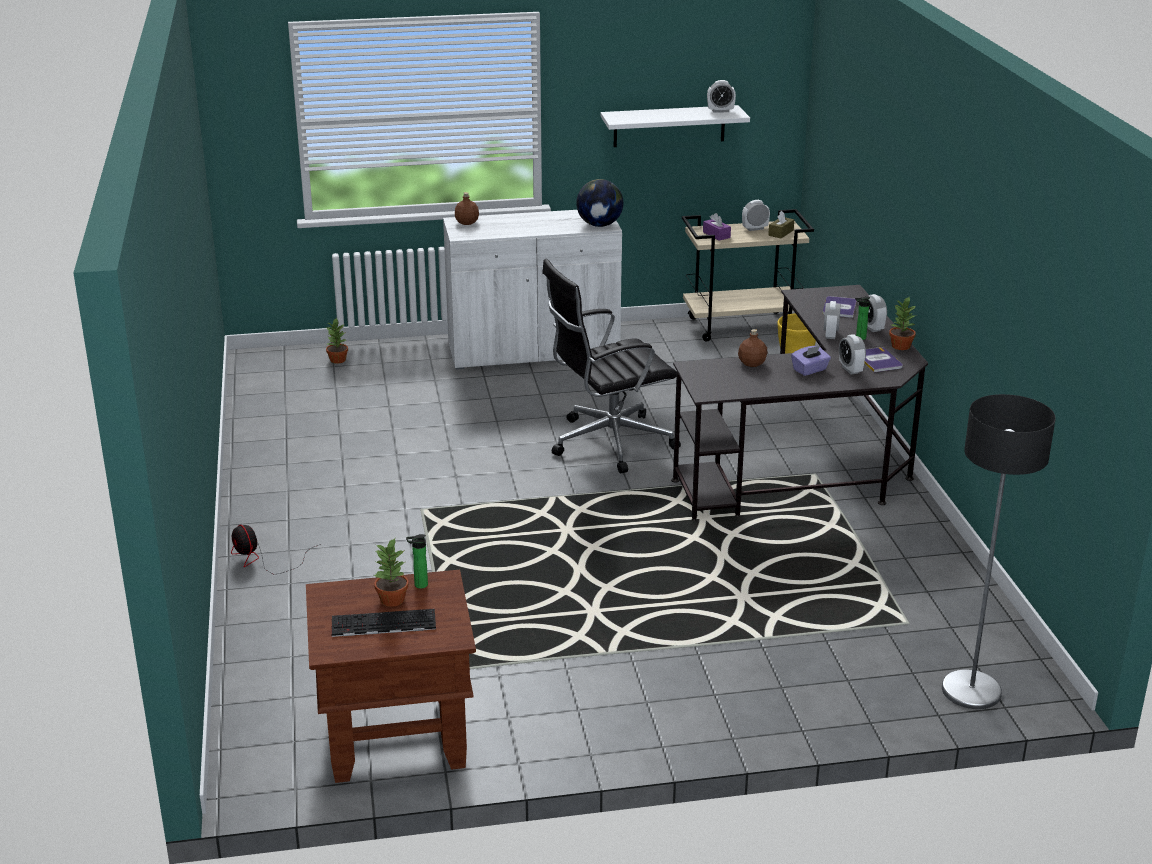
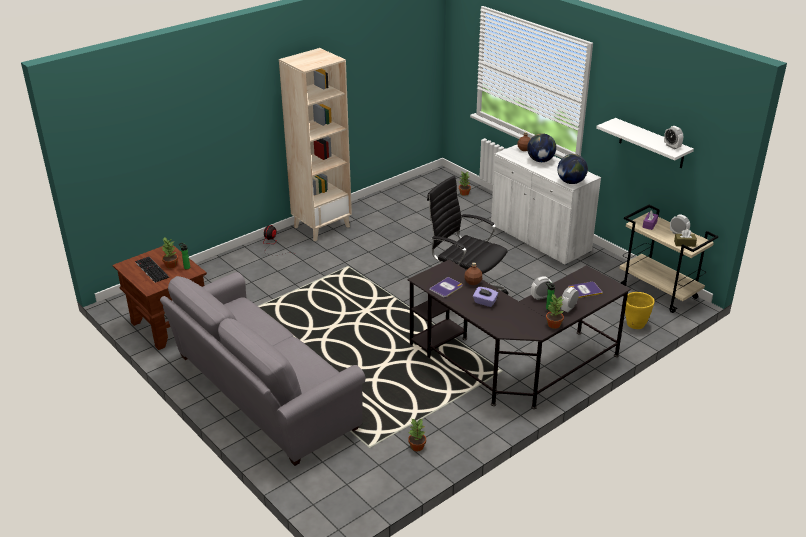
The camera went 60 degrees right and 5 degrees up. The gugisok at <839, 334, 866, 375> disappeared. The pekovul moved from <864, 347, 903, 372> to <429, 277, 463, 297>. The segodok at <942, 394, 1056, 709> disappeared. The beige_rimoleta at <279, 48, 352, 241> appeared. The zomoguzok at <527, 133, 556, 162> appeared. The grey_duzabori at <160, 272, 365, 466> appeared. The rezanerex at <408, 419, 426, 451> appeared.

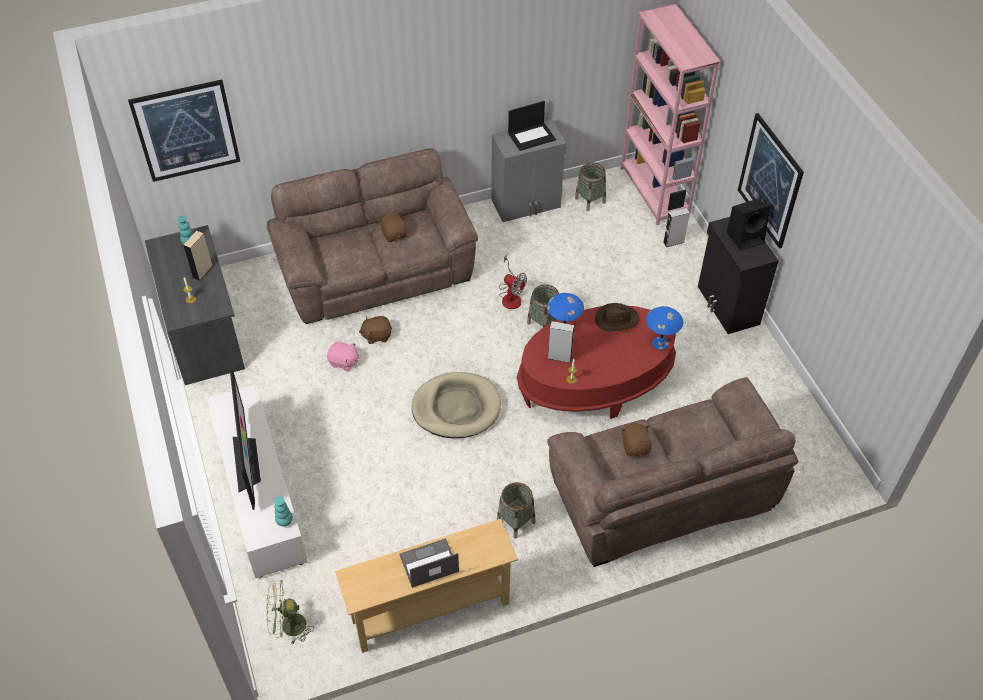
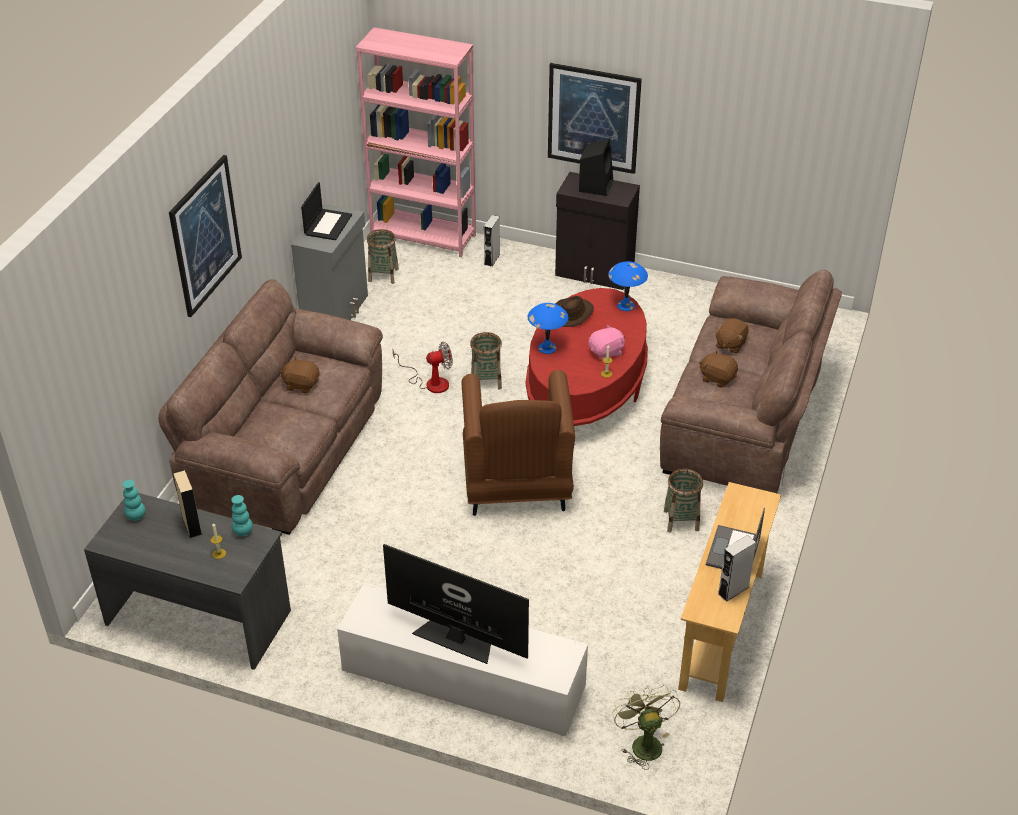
The camera went 50 degrees left and 10 degrees down. The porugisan moved from <128, 79, 240, 182> to <169, 155, 242, 317>. The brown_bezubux moved from <359, 316, 392, 344> to <715, 318, 748, 353>. The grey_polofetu moved from <547, 321, 574, 363> to <718, 535, 756, 602>. The pink_bezubux moved from <327, 341, 360, 371> to <588, 325, 625, 360>. The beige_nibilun at <412, 372, 501, 438> was replaced by the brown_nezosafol at <461, 370, 575, 516>. The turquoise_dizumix moved from <274, 497, 293, 526> to <231, 495, 253, 536>. The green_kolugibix at <267, 580, 314, 645> turned 135 degrees clockwise.

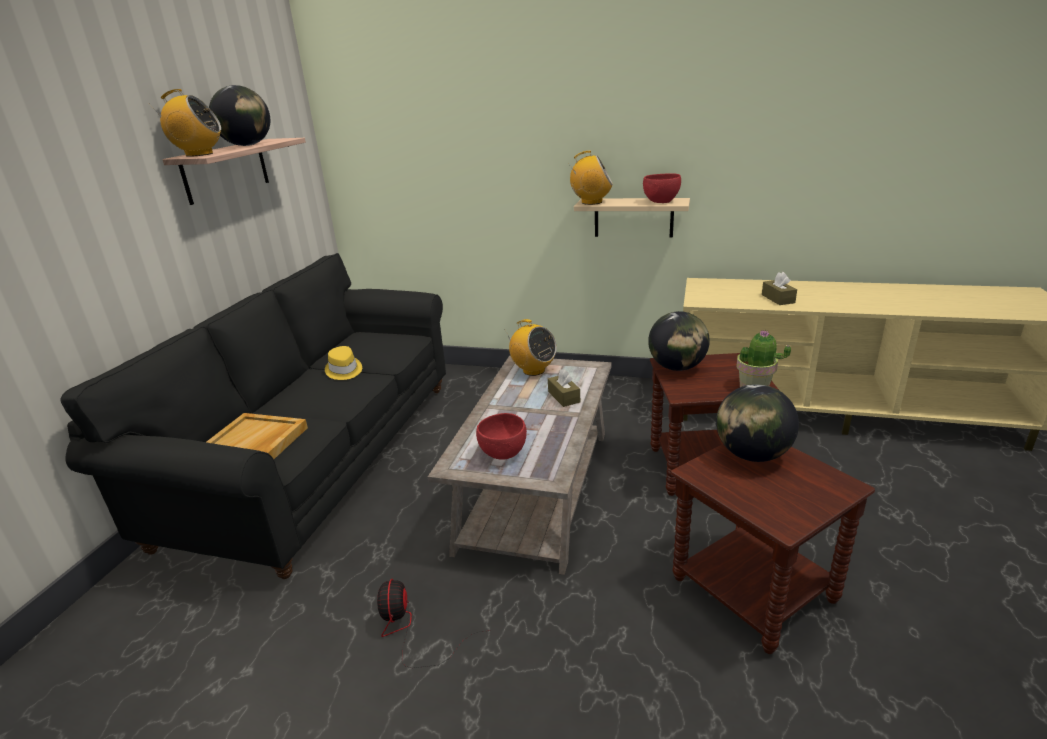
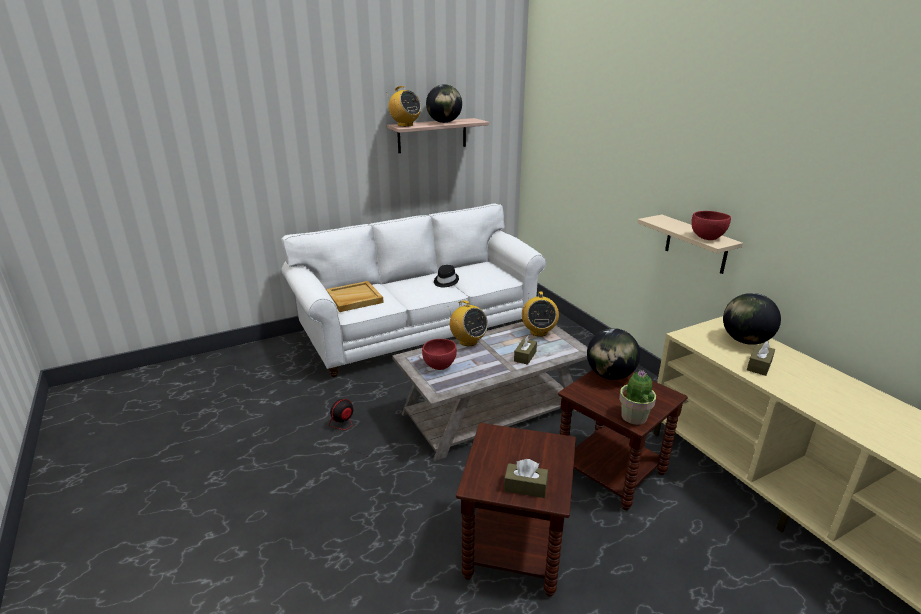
The camera went 45 degrees right and 0 degrees up. The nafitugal moved from <568, 151, 613, 205> to <448, 300, 488, 346>. The black_duzabori at <60, 253, 446, 579> became the white_duzabori at <281, 204, 546, 377>. The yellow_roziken at <325, 346, 362, 380> became the black_roziken at <434, 265, 459, 287>. The zomoguzok moved from <716, 384, 799, 462> to <723, 293, 781, 345>. The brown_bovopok at <504, 459, 548, 498> appeared.

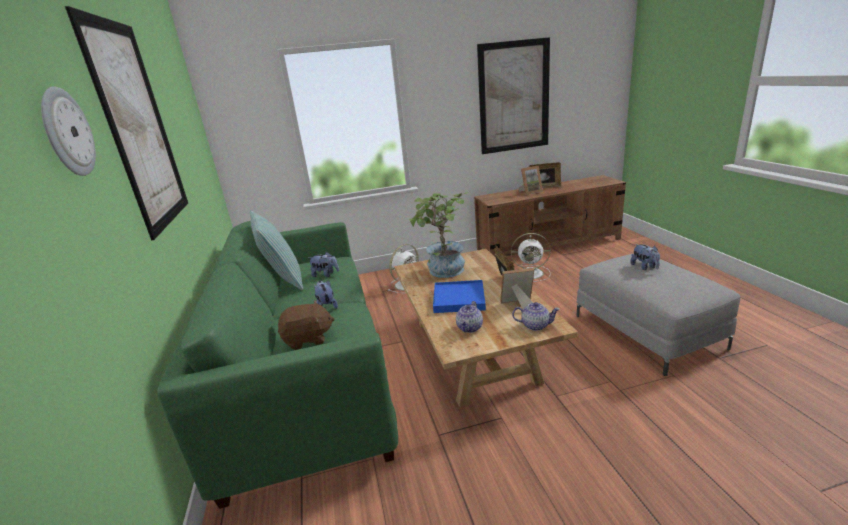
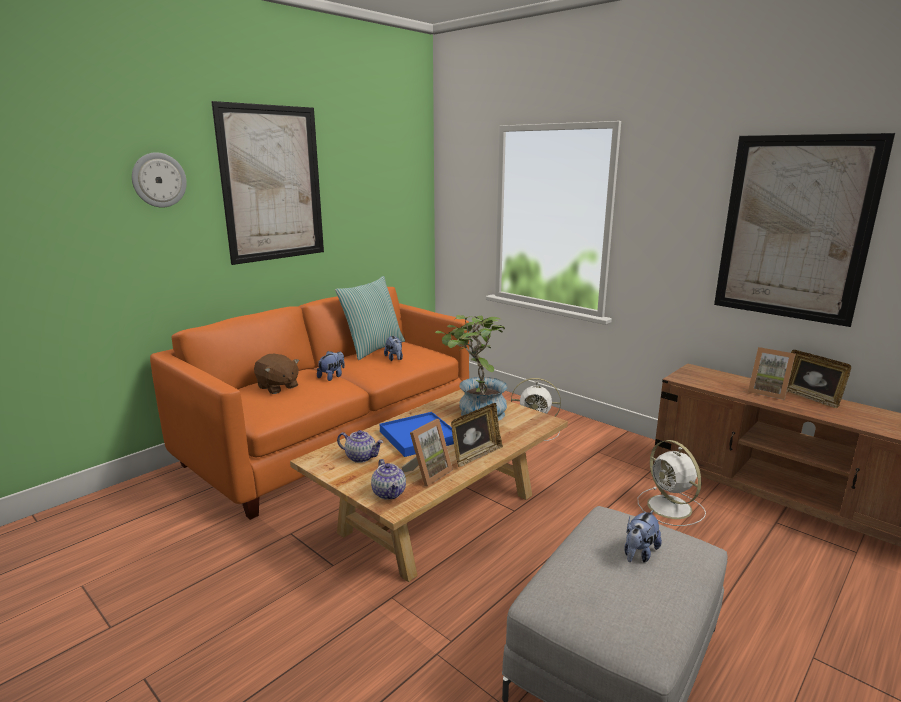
The camera went 55 degrees right and 5 degrees down. The green_duzabori at <157, 221, 398, 509> became the orange_duzabori at <150, 287, 469, 520>. The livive at <500, 268, 534, 309> turned 75 degrees clockwise. The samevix at <456, 301, 483, 333> turned 150 degrees counterclockwise.

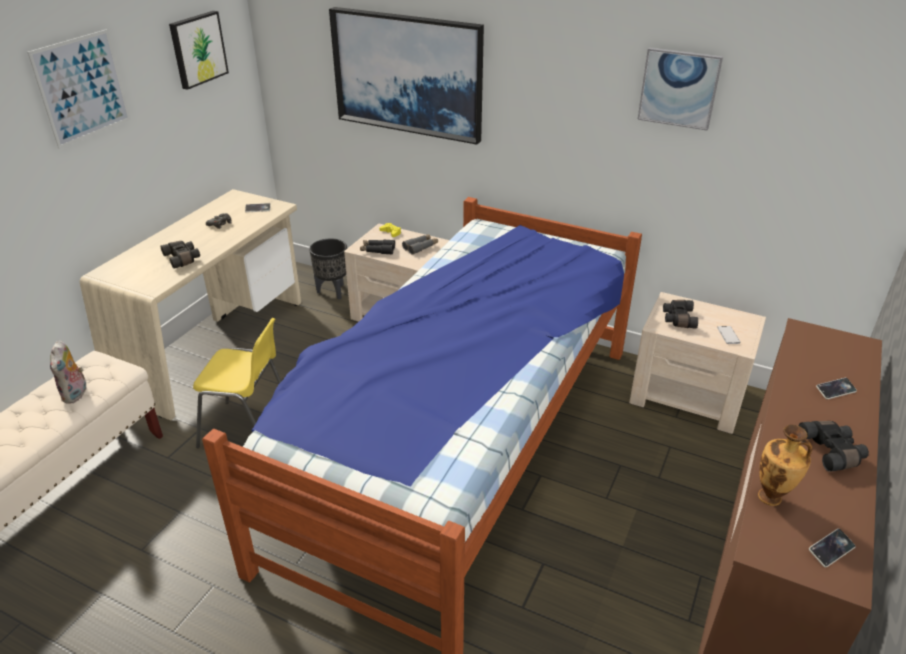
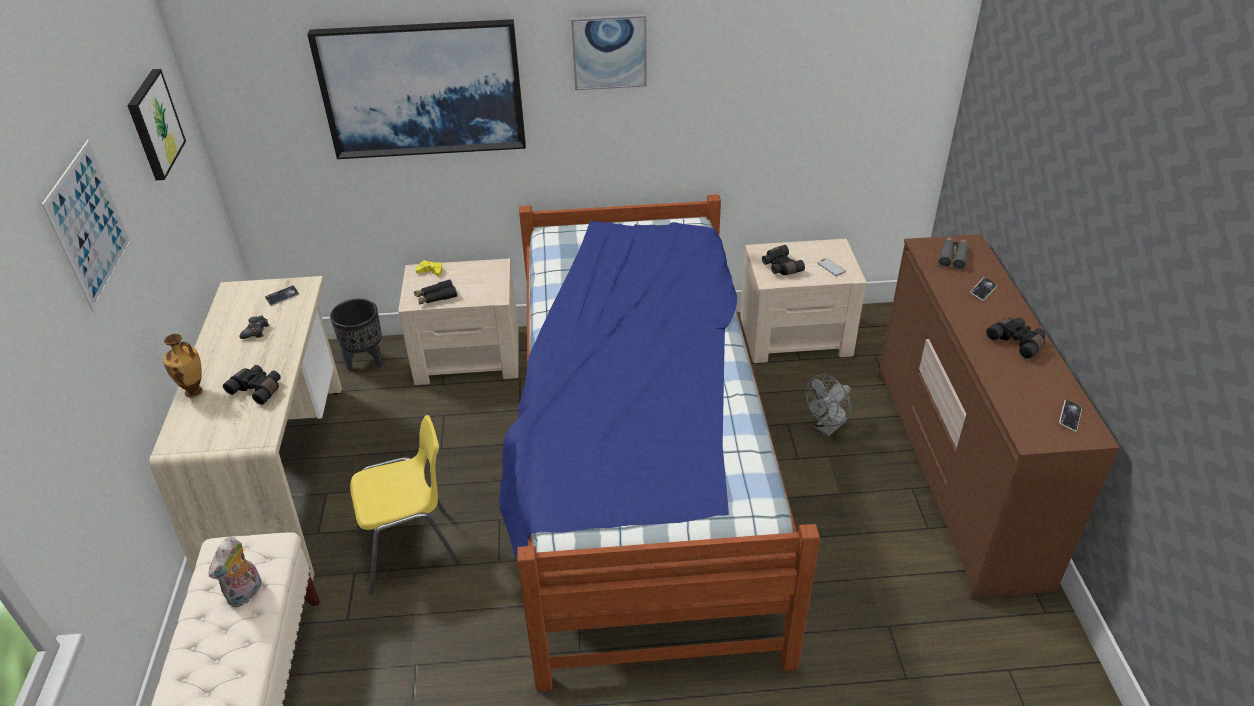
The camera went 30 degrees left and 5 degrees up. The porugisan moved from <637, 48, 723, 131> to <571, 14, 647, 90>. The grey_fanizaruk moved from <402, 234, 438, 255> to <938, 237, 967, 270>. The bezubux at <50, 340, 87, 404> turned 60 degrees clockwise. The dizumix moved from <758, 425, 812, 506> to <163, 334, 203, 398>. The grey_kolugibix at <805, 375, 851, 436> appeared.

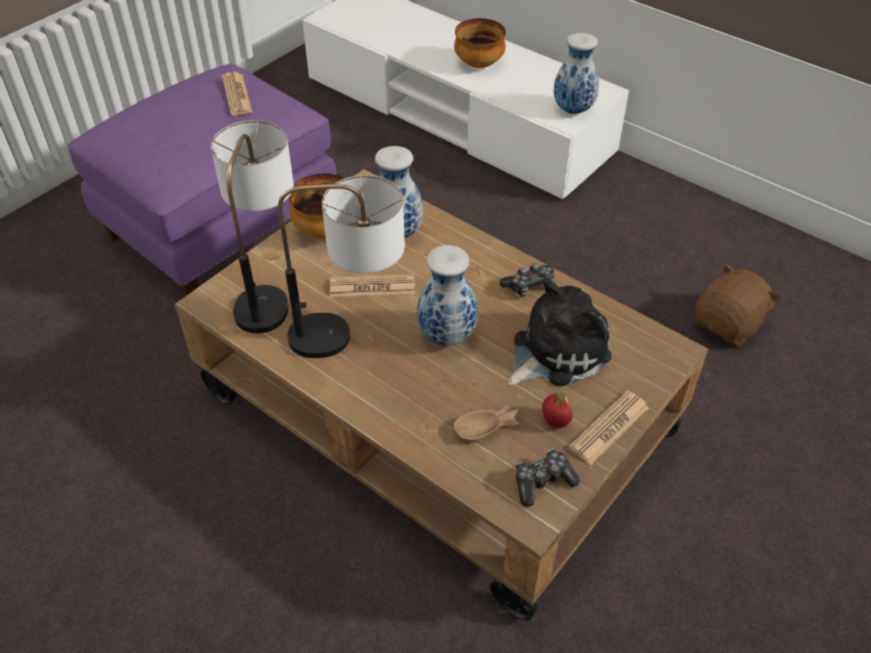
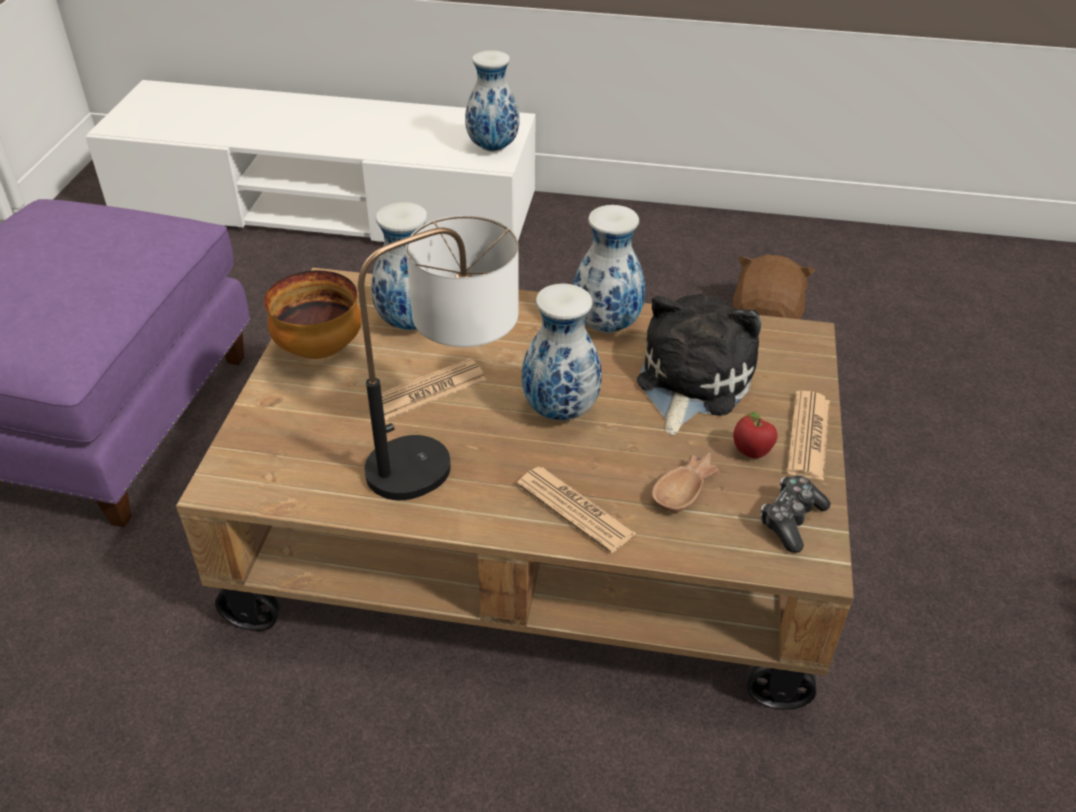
The camera went 30 degrees left and 5 degrees down. The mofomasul at <454, 18, 506, 68> disappeared. The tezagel moved from <222, 72, 253, 115> to <517, 467, 637, 553>. The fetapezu at <211, 120, 294, 333> disappeared. The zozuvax at <500, 263, 554, 297> was replaced by the dizumix at <573, 205, 645, 333>.

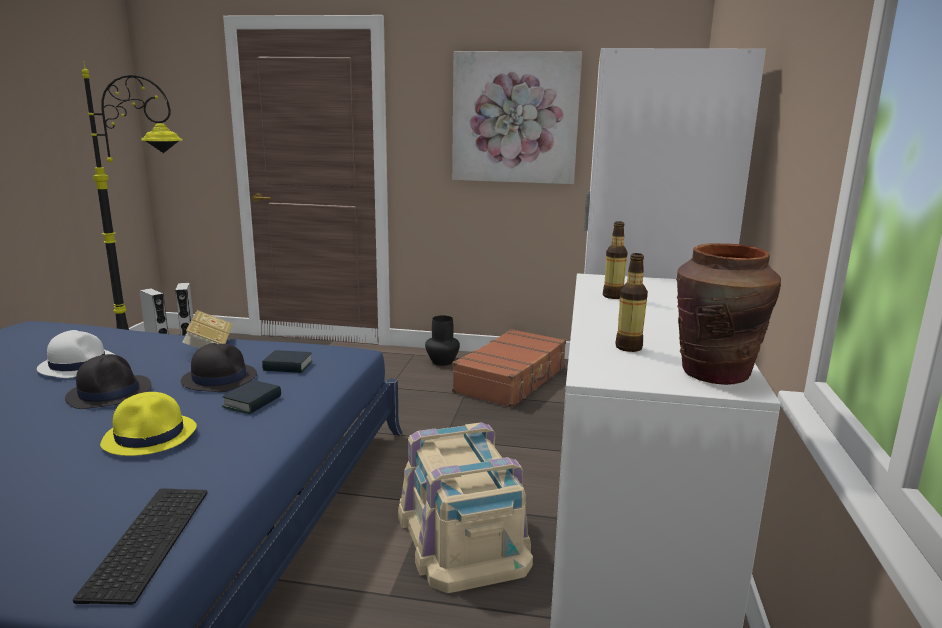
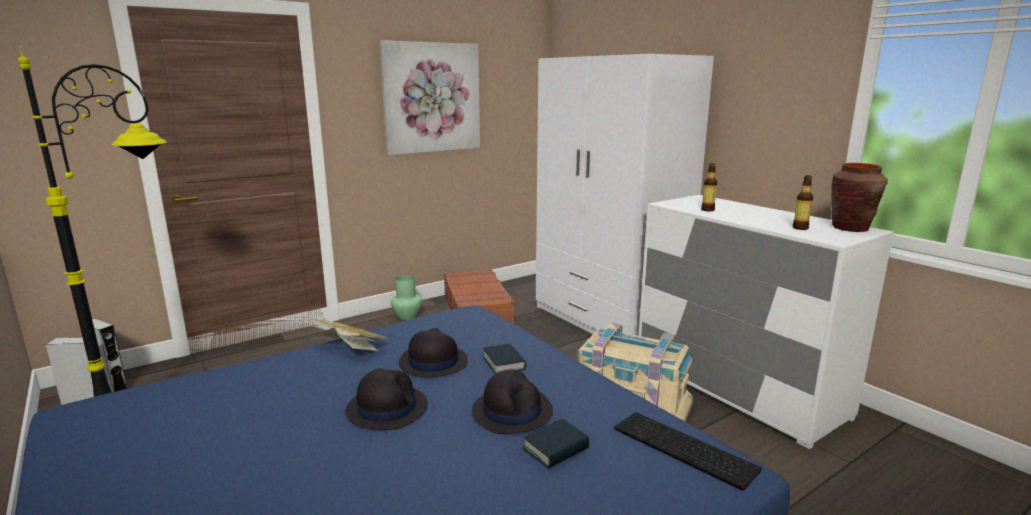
The camera went 45 degrees left and 0 degrees up. The black_dizumix at <425, 316, 460, 366> became the green_dizumix at <391, 275, 422, 320>. The white_roziken at <37, 330, 115, 378> disappeared. The pekovul moved from <262, 350, 313, 373> to <522, 419, 590, 469>. The yellow_roziken at <100, 392, 197, 456> became the black_roziken at <472, 370, 553, 434>.

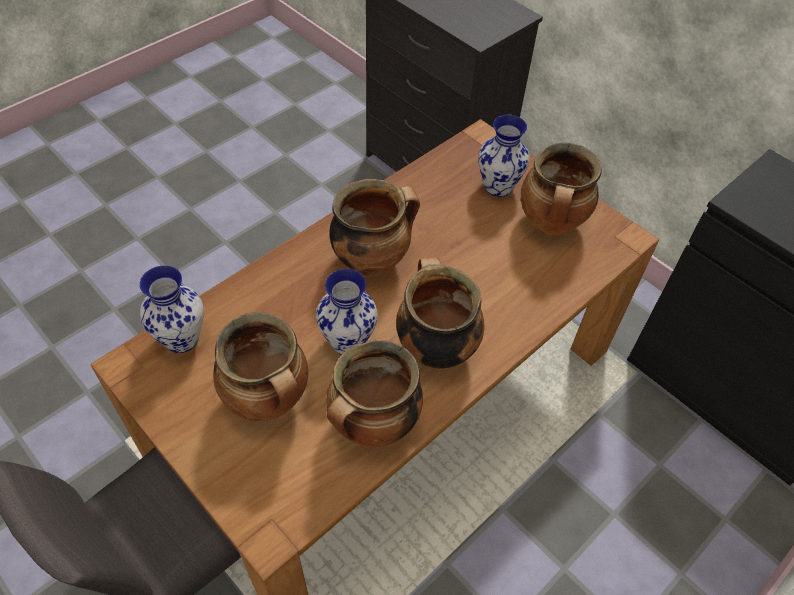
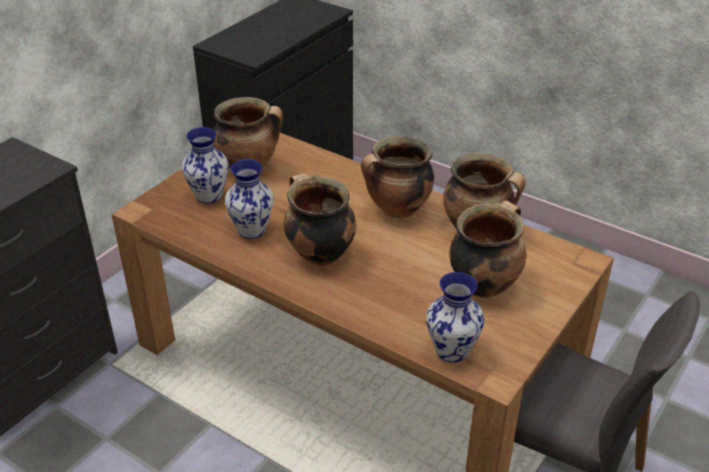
The camera went 100 degrees left and 15 degrees down. The dizumix moved from <316, 269, 378, 355> to <225, 159, 274, 239>.

